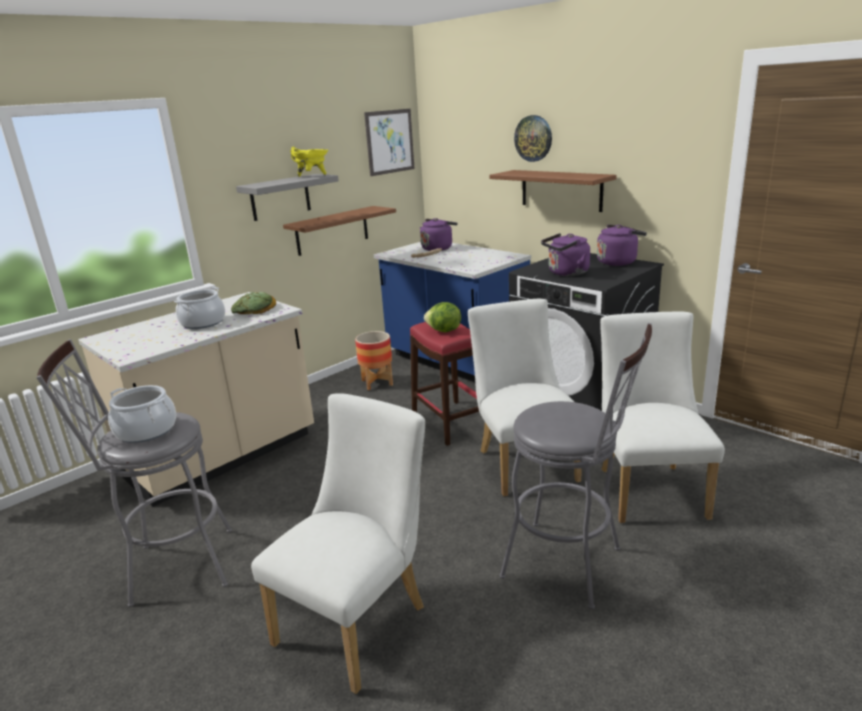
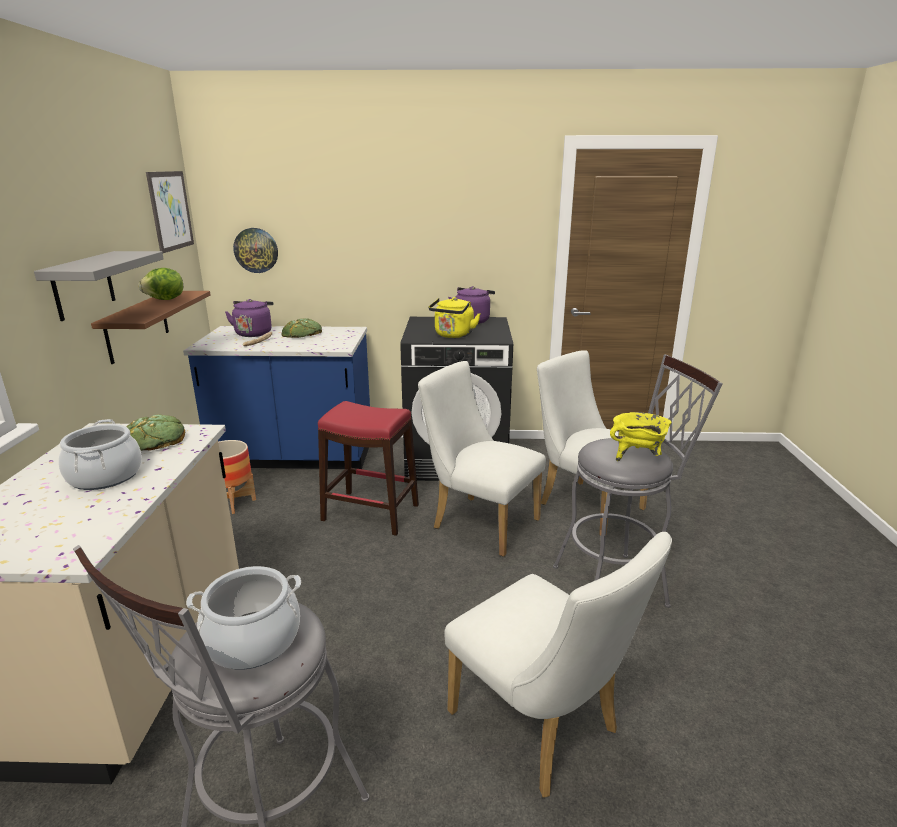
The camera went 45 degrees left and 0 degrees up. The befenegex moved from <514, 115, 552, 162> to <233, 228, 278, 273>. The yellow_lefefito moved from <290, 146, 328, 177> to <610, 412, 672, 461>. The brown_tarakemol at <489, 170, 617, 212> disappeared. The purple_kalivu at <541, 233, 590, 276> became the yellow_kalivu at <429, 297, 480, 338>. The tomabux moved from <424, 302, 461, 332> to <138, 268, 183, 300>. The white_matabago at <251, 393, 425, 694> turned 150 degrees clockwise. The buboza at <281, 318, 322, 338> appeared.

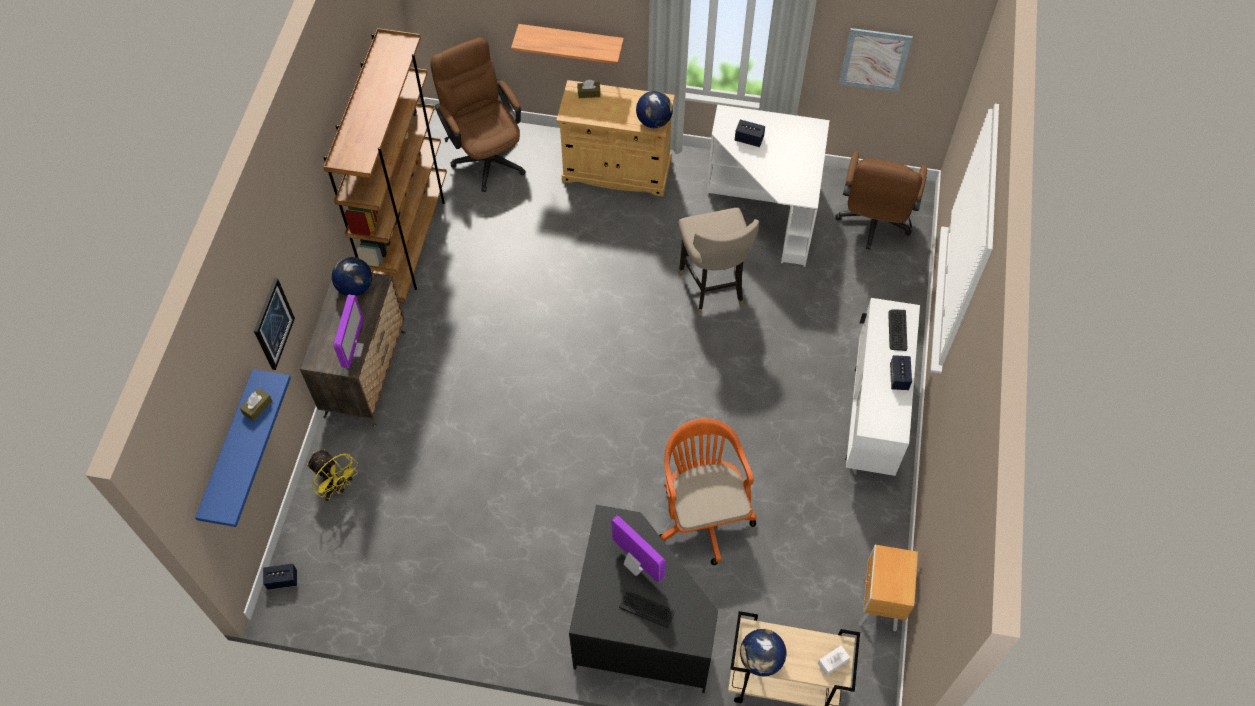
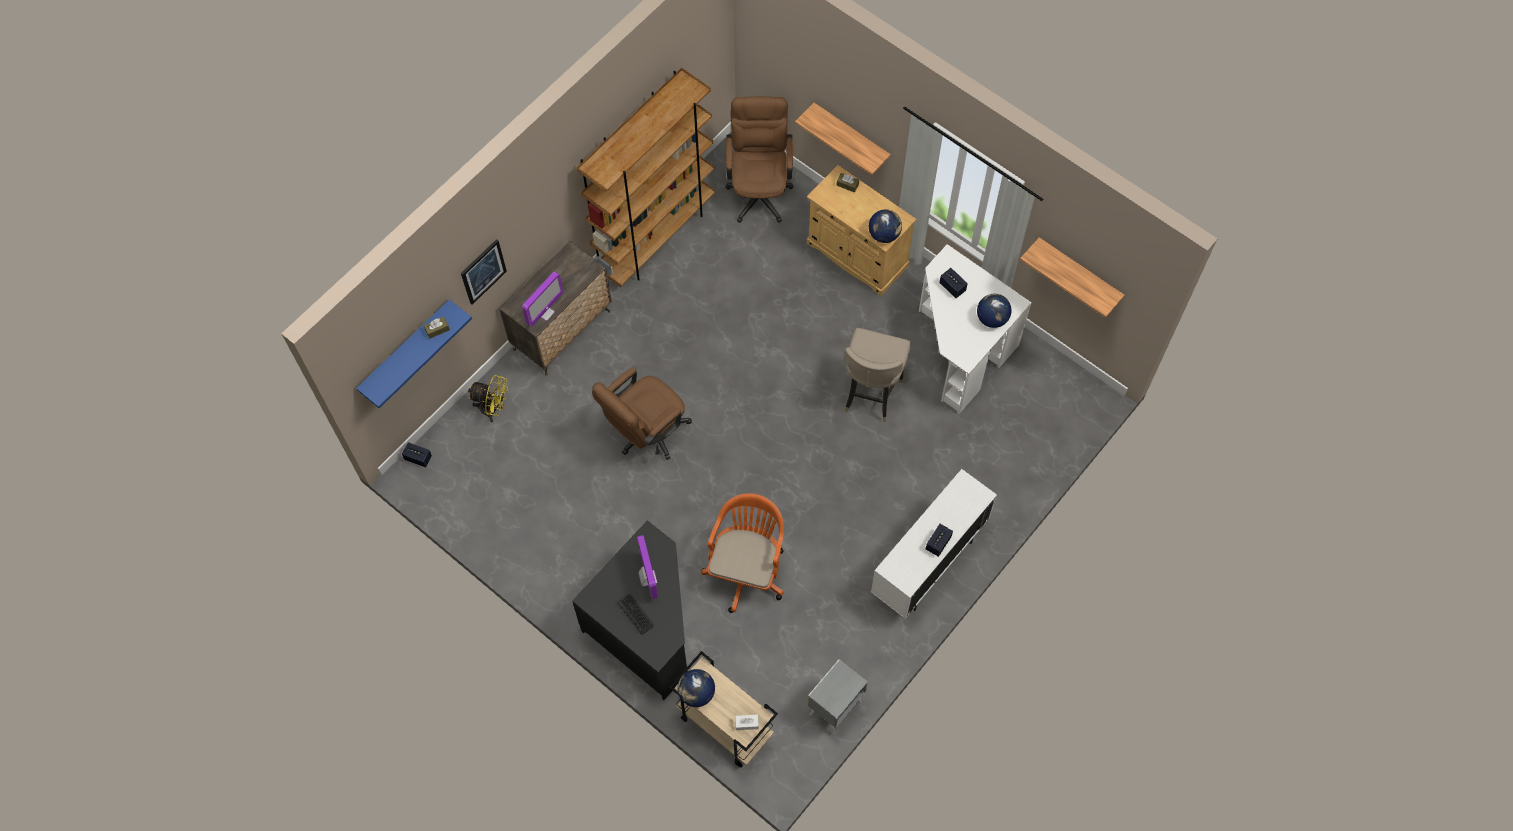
The camera went 30 degrees right and 5 degrees up. The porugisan at <839, 28, 913, 92> was replaced by the tarakemol at <1020, 237, 1124, 318>. The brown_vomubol moved from <835, 151, 927, 250> to <592, 367, 692, 460>. The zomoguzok moved from <332, 257, 372, 296> to <977, 294, 1012, 328>. The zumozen at <888, 309, 907, 351> disappeared. The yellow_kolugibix at <307, 450, 358, 501> turned 60 degrees counterclockwise. The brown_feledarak at <858, 545, 918, 632> became the grey_feledarak at <807, 659, 868, 735>.

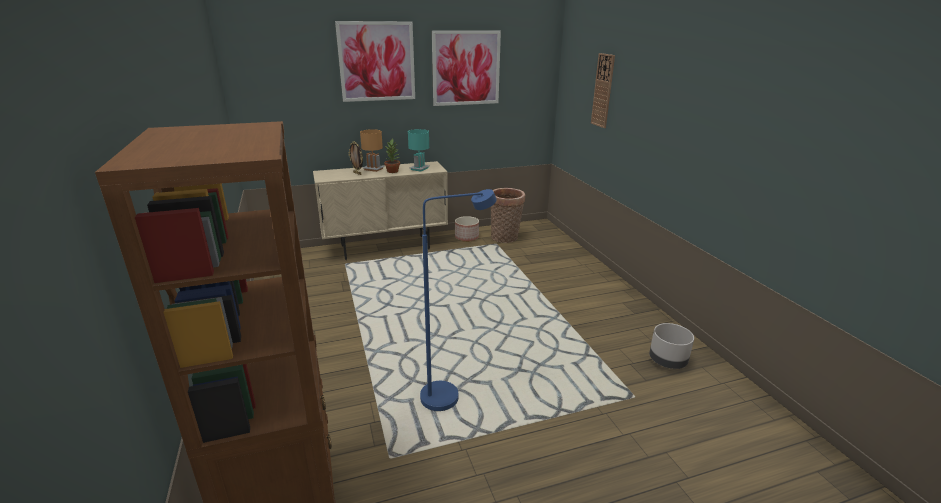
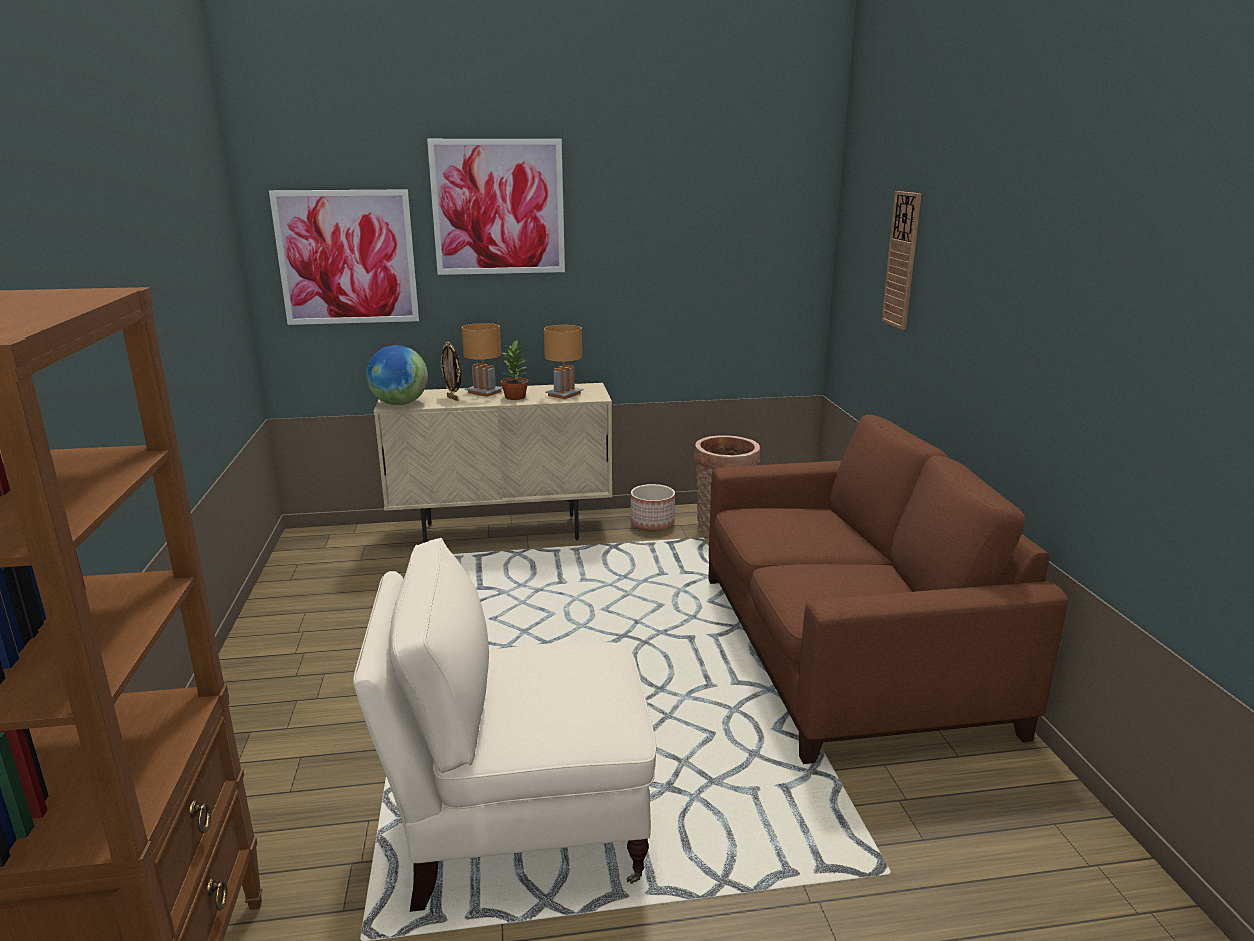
The camera went 10 degrees right and 5 degrees down. The porugisan moved from <432, 30, 501, 106> to <269, 189, 419, 325>. The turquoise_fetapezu at <408, 129, 430, 171> became the brown_fetapezu at <544, 325, 584, 399>. The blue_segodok at <420, 189, 497, 411> was replaced by the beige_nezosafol at <353, 537, 656, 912>. The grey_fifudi at <649, 323, 694, 369> disappeared. The zomoguzok at <366, 345, 428, 405> appeared. The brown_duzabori at <708, 415, 1068, 764> appeared.

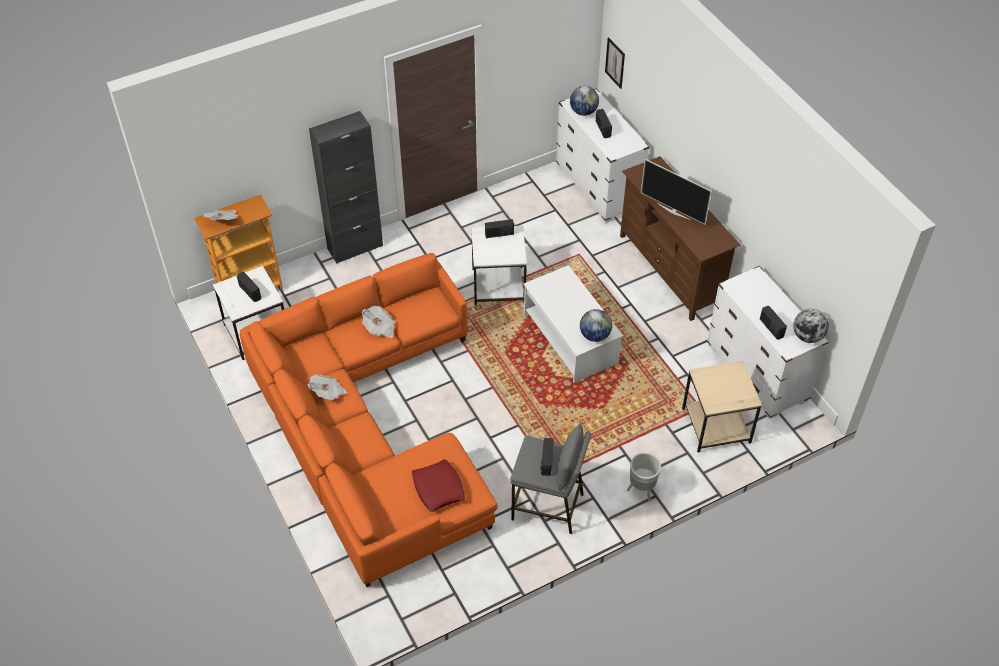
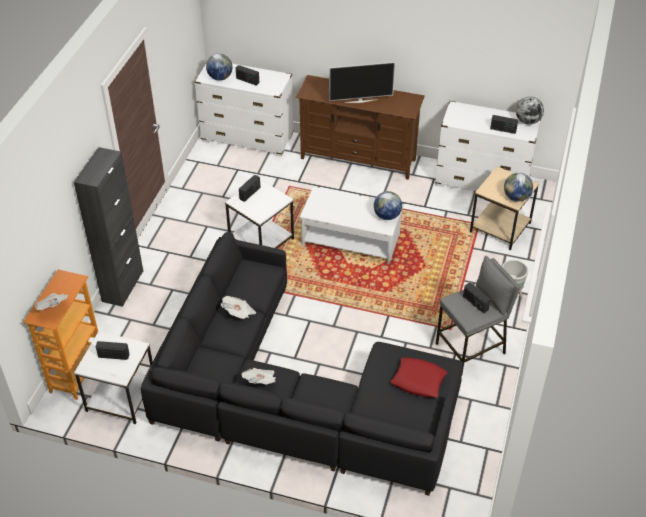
The camera went 45 degrees left and 5 degrees down. The porugisan at <605, 37, 625, 89> disappeared. The orange_duzabori at <240, 253, 498, 587> became the black_duzabori at <141, 232, 464, 496>. The zomoguzok at <504, 173, 533, 202> appeared.

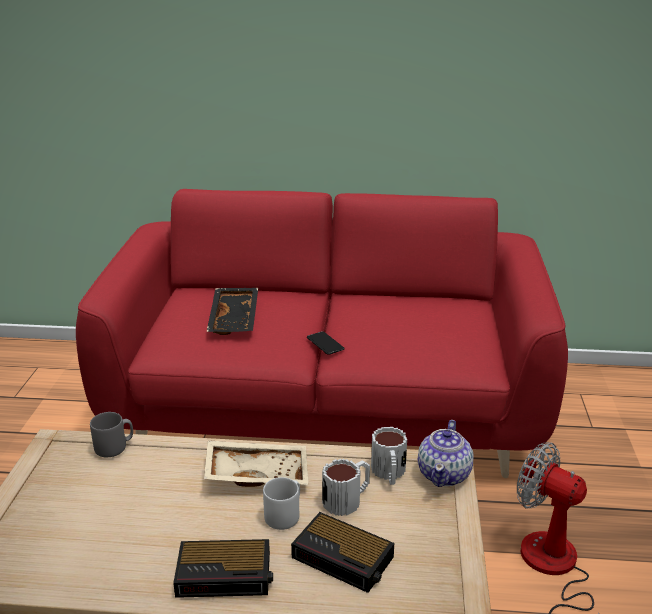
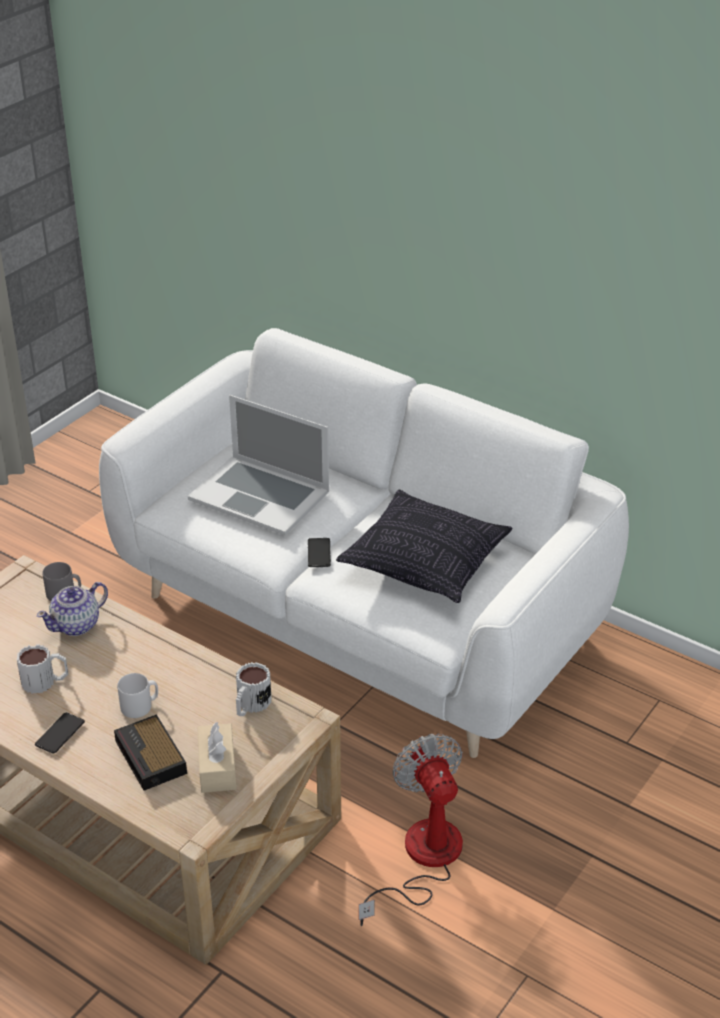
The camera went 30 degrees right and 10 degrees up. The red_duzabori at <76, 189, 568, 478> became the white_duzabori at <99, 328, 629, 758>. The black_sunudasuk at <207, 288, 258, 335> was replaced by the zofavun at <188, 395, 329, 535>. The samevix moved from <418, 420, 474, 487> to <37, 582, 108, 636>. The beige_sunudasuk at <204, 440, 309, 487> disappeared. The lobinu moved from <322, 459, 370, 516> to <17, 644, 68, 694>. The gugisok at <173, 539, 273, 598> was replaced by the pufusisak at <35, 713, 85, 753>. The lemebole at <336, 490, 512, 603> appeared. The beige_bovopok at <197, 722, 236, 793> appeared.

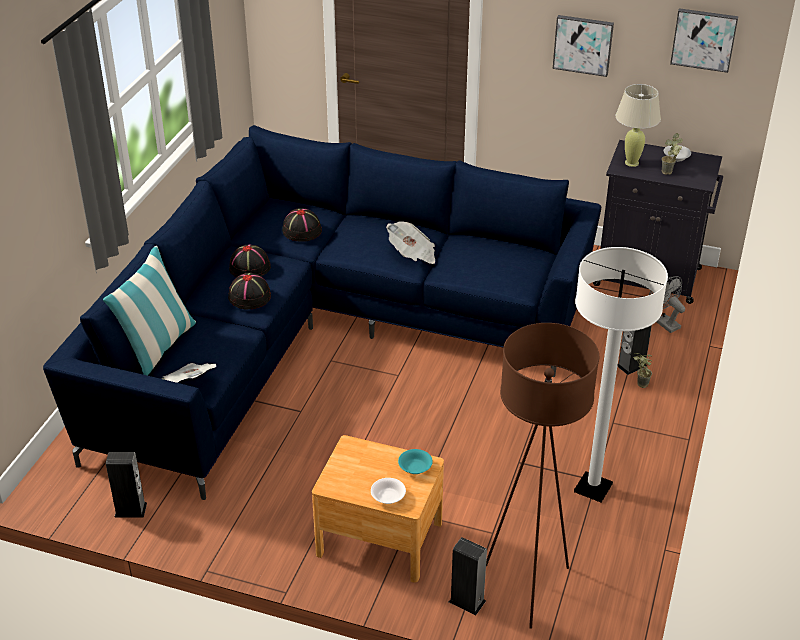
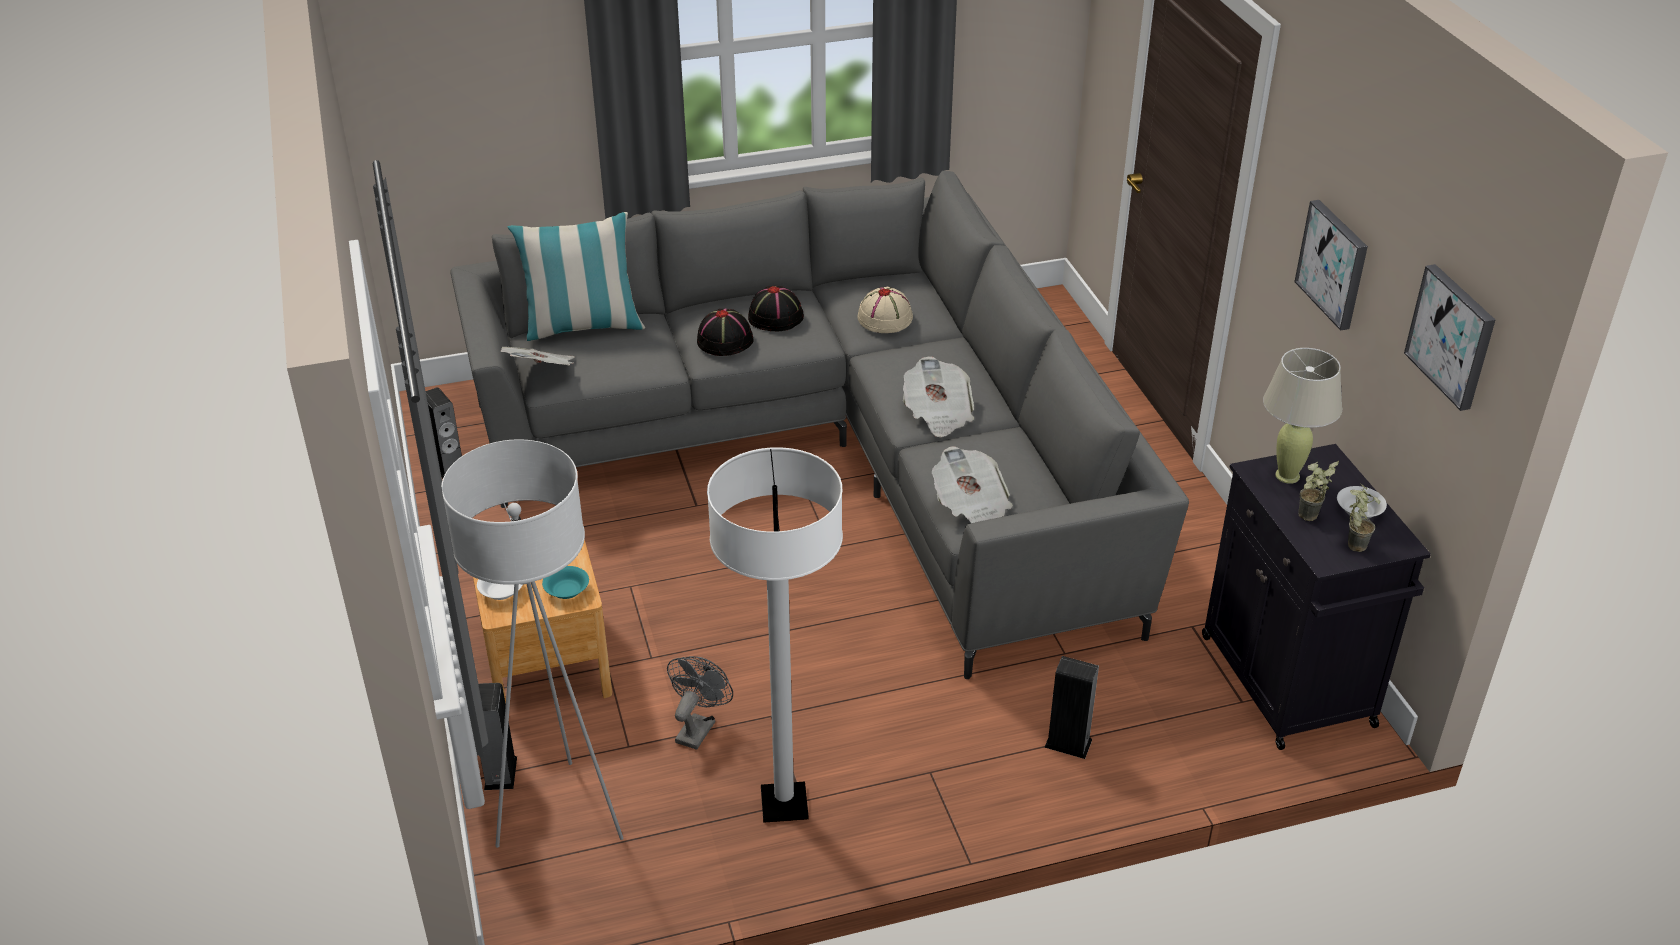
The camera went 55 degrees right and 0 degrees up. The blue_duzabori at <43, 125, 601, 500> became the grey_duzabori at <450, 171, 1189, 679>. The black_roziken at <282, 208, 322, 242> became the beige_roziken at <857, 286, 913, 333>. The grey_kolugibix moved from <649, 276, 685, 333> to <667, 656, 733, 750>. The brown_segodok at <486, 323, 599, 629> became the white_segodok at <441, 439, 624, 848>. The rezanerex moved from <633, 353, 653, 388> to <1348, 483, 1380, 552>. The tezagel at <932, 446, 1013, 523> appeared.

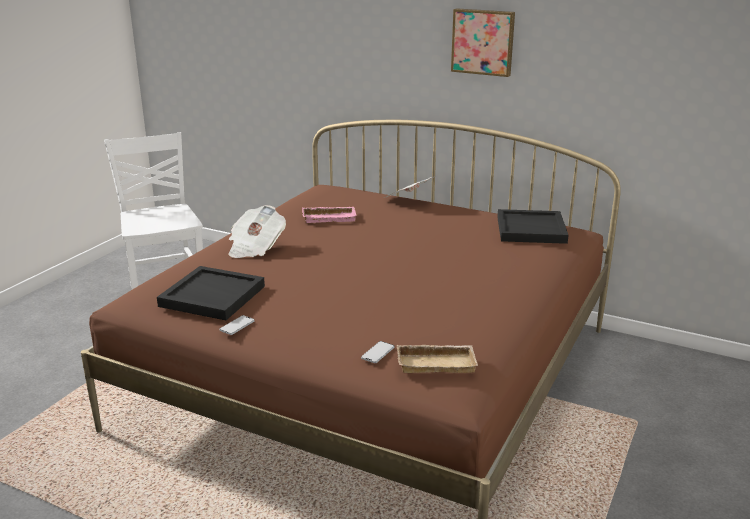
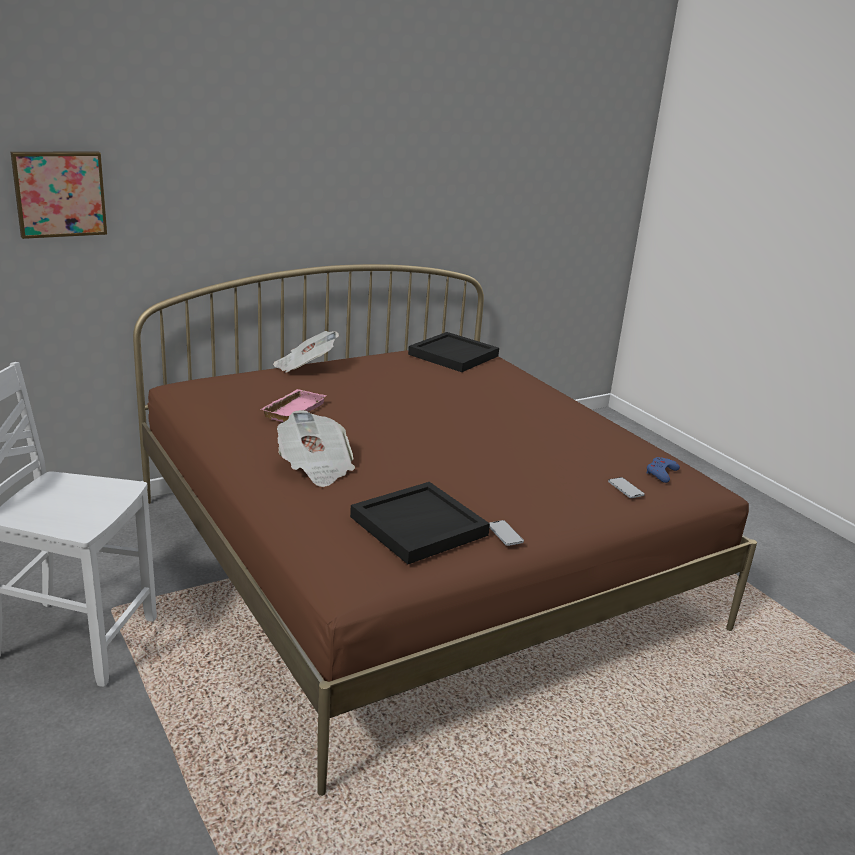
The camera went 60 degrees left and 0 degrees up. The porugisan moved from <451, 8, 515, 77> to <11, 151, 107, 239>. The beige_sunudasuk at <396, 345, 478, 373> was replaced by the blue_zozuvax at <646, 457, 680, 483>.

